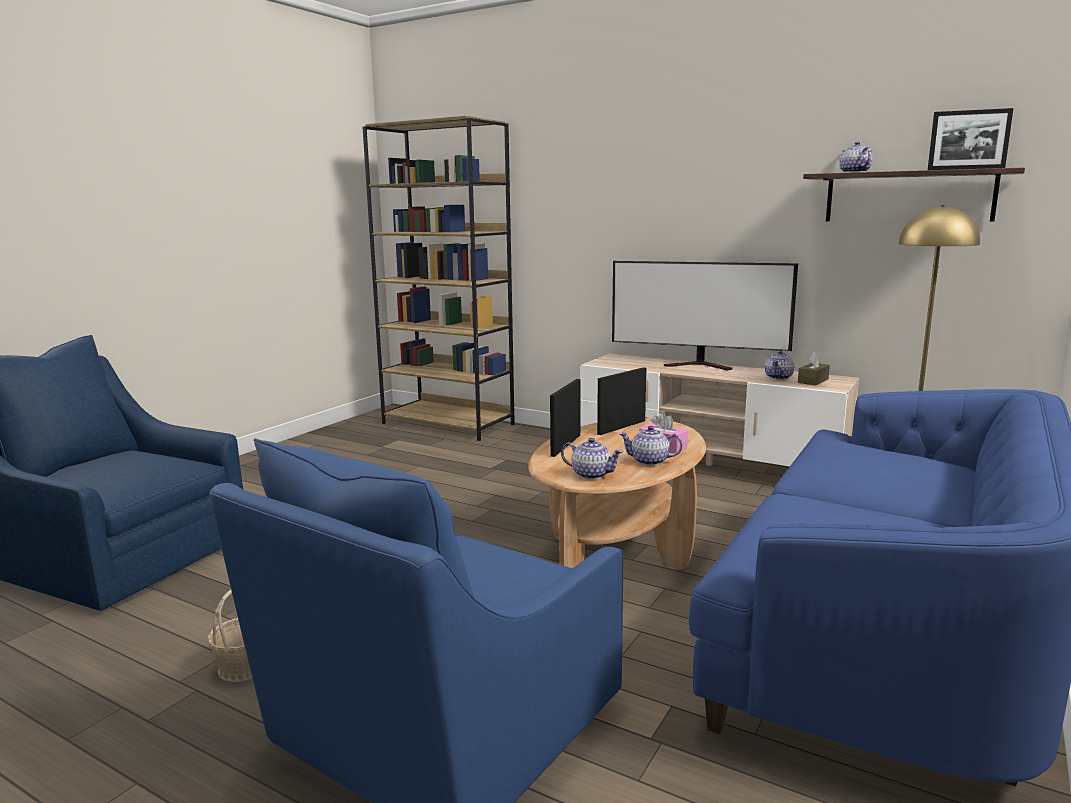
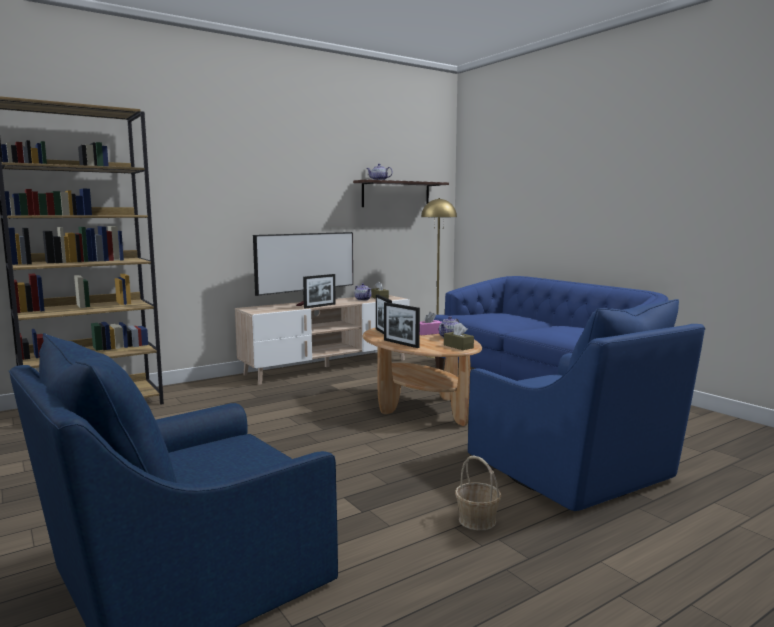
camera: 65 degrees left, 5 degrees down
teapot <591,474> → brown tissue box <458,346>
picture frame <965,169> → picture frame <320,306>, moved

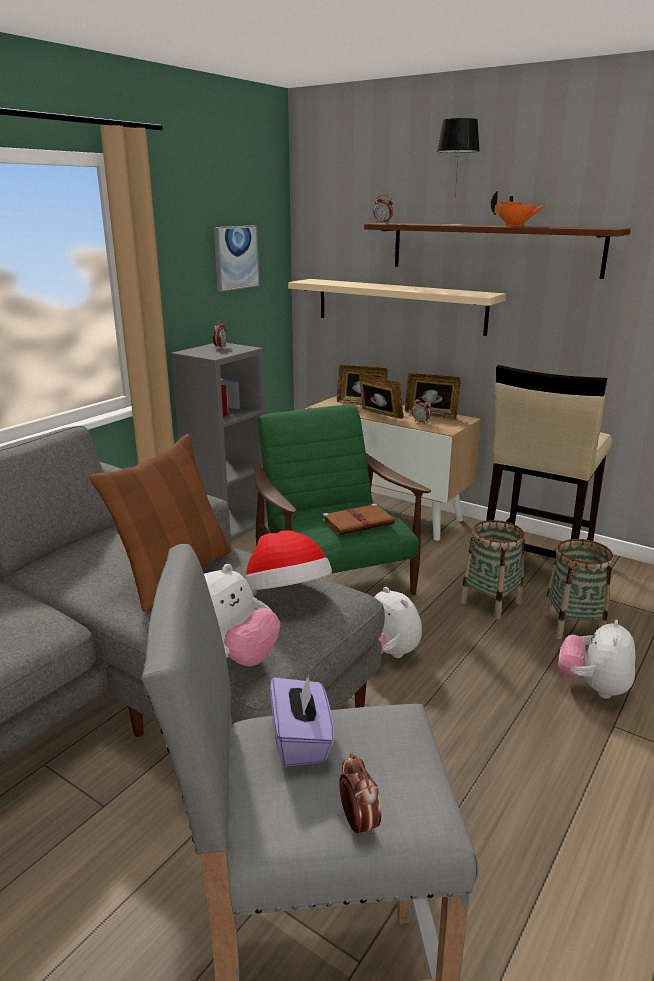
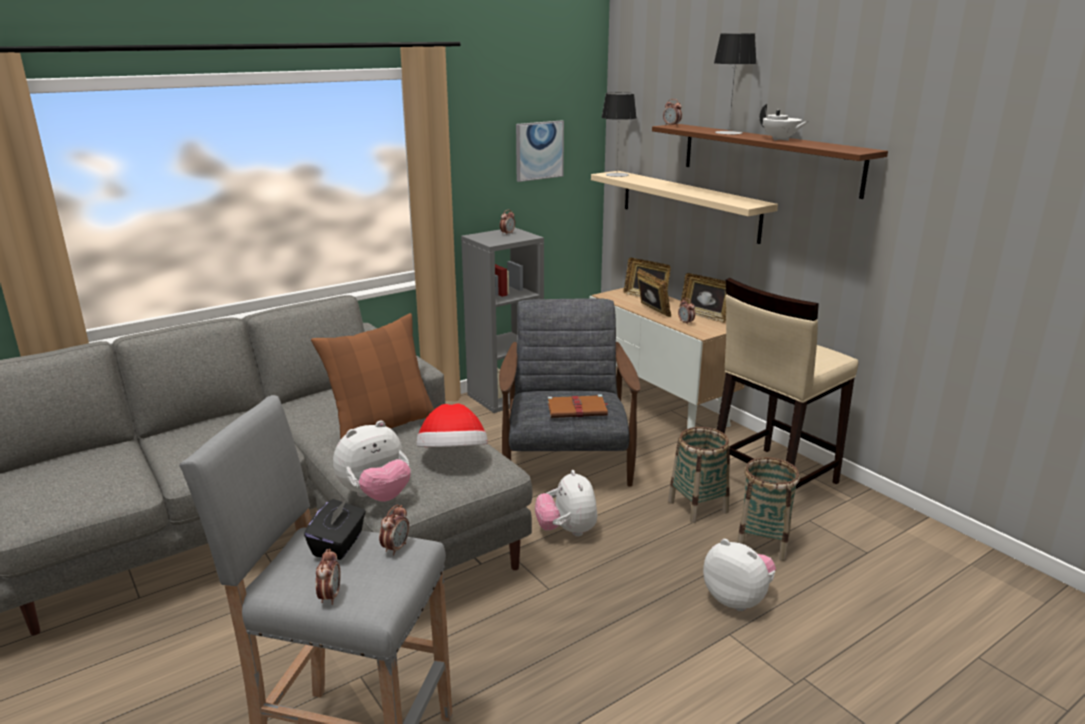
camera: 20 degrees right, 0 degrees up
green armchair <333,578> → grey armchair <566,458>
purple tissue box <301,740> → black tissue box <339,544>
orange teapot <514,226> → white teapot <780,139>
plush toy <593,687> → plush toy <737,599>, 90 degrees clockwise
- → alarm clock <396,548>
- → table lamp <616,175>

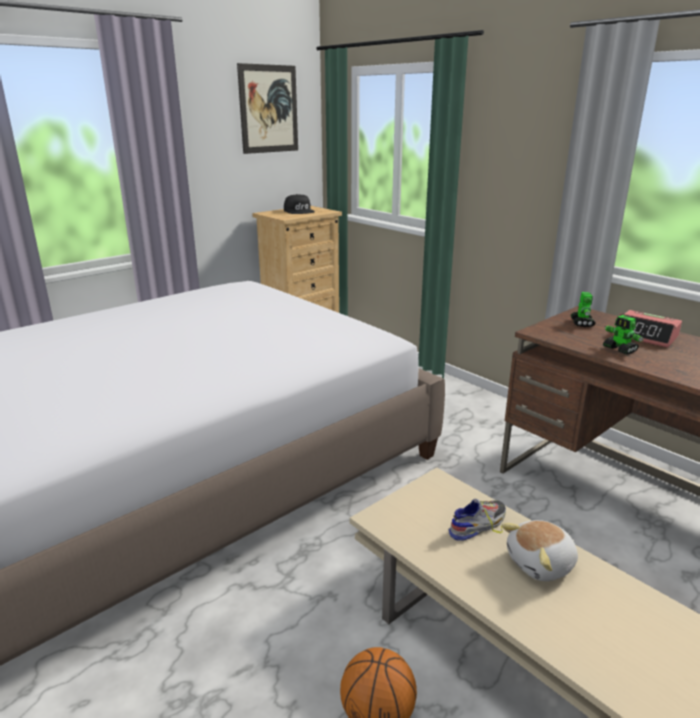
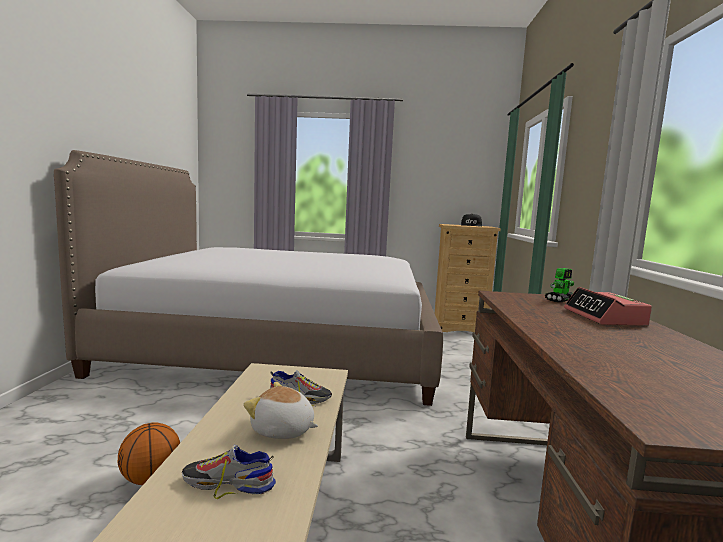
camera: 45 degrees right, 15 degrees down
picture <269,109> → -
toy robot <620,349> → -
- → shoe <228,483>

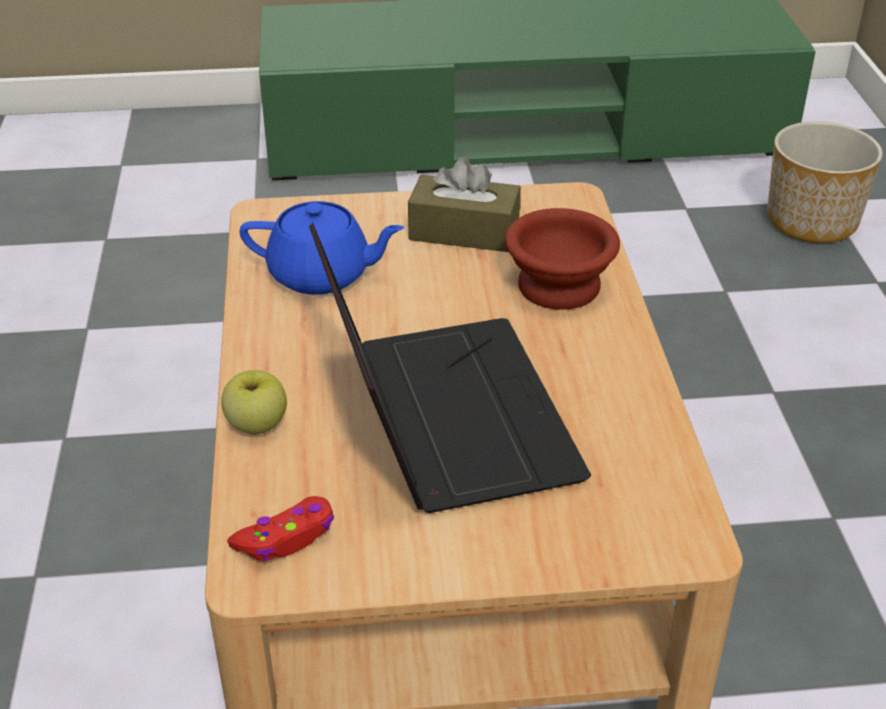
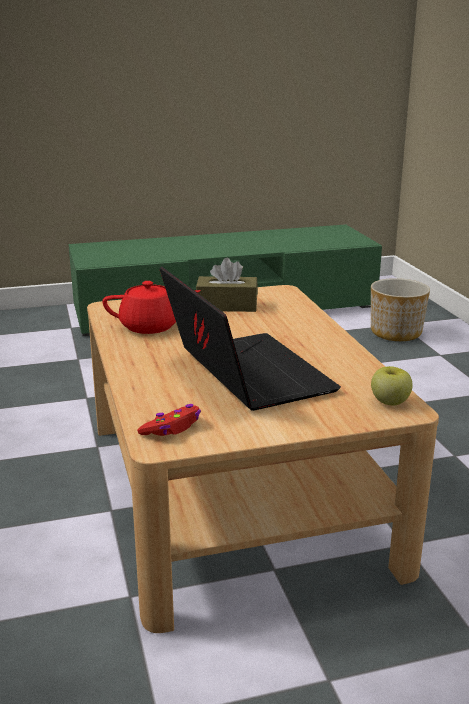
camera: 10 degrees left, 15 degrees down
apple <256,424> → apple <389,402>, moved
blue teapot <321,275> → red teapot <151,327>
brown bowl <557,288> → -

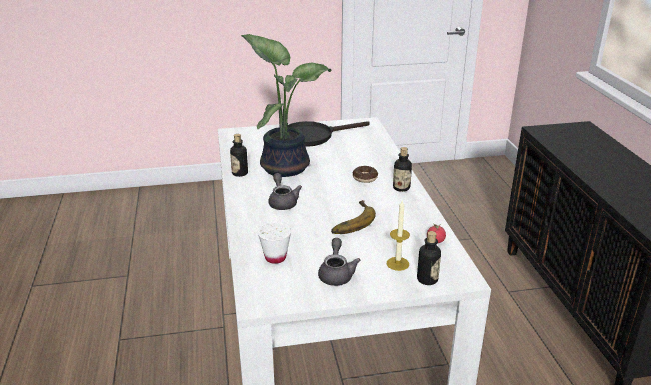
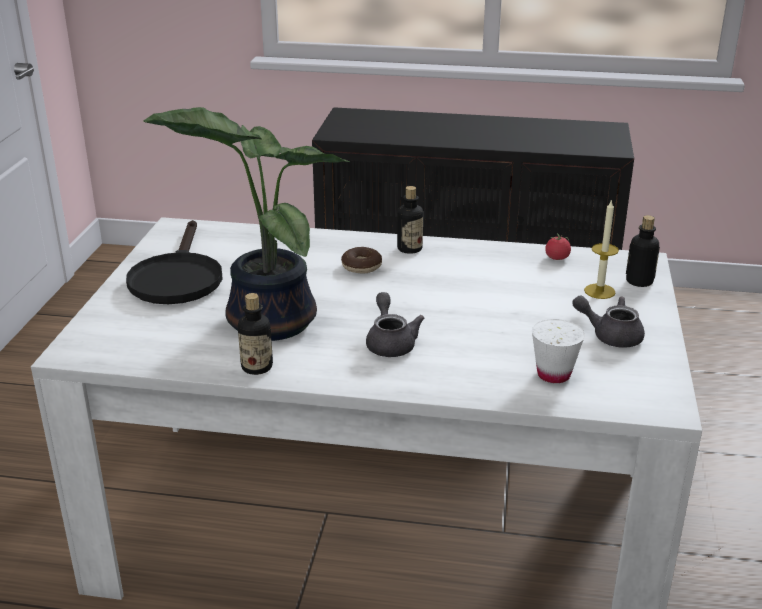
camera: 70 degrees left, 0 degrees up
grey teapot <282,202> → grey teapot <390,343>, 75 degrees clockwise
banana <350,221> → -

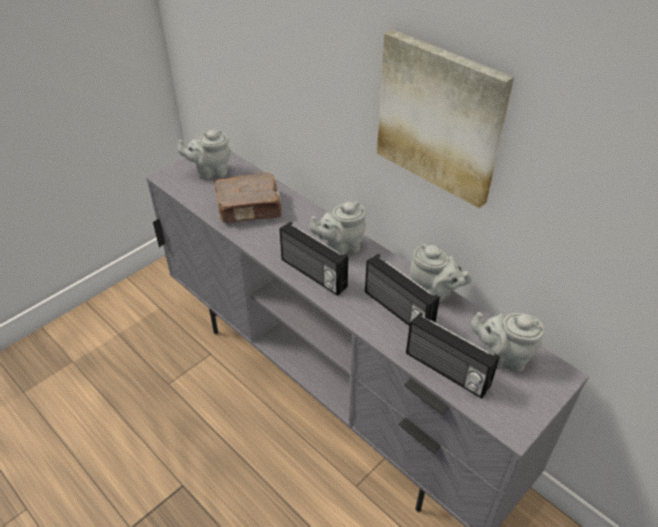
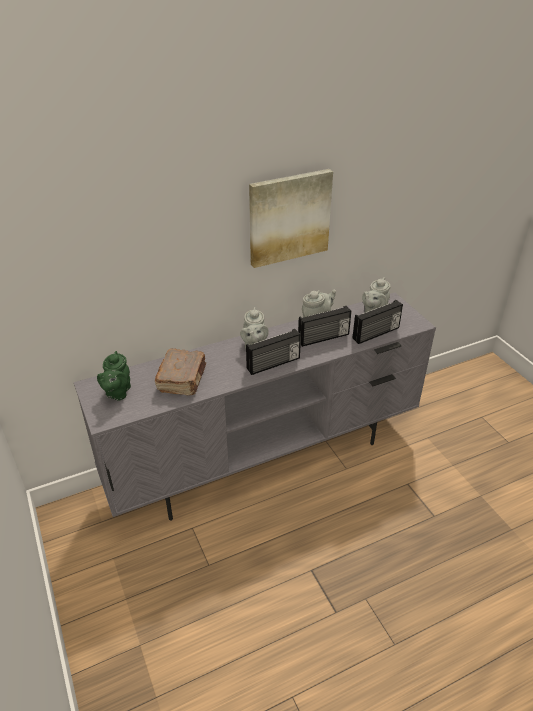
camera: 70 degrees left, 5 degrees down
grey teapot <210,172> → green teapot <117,392>

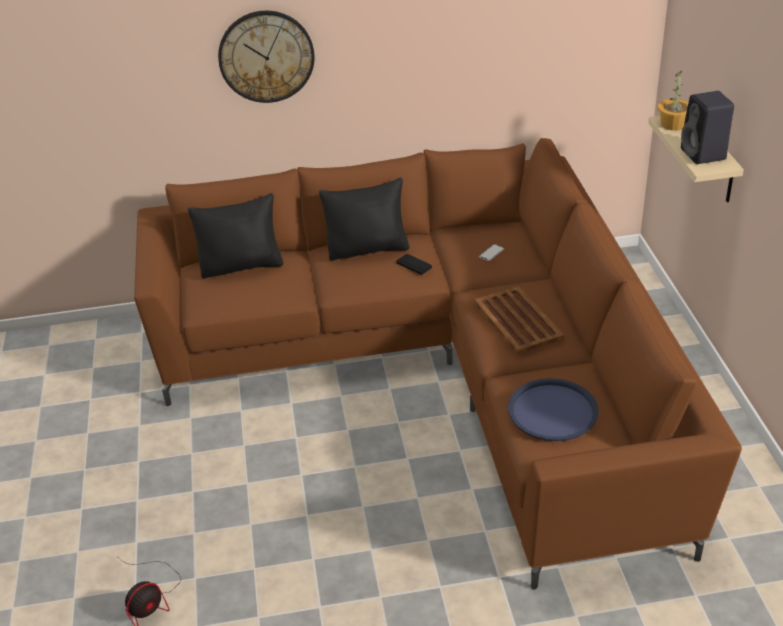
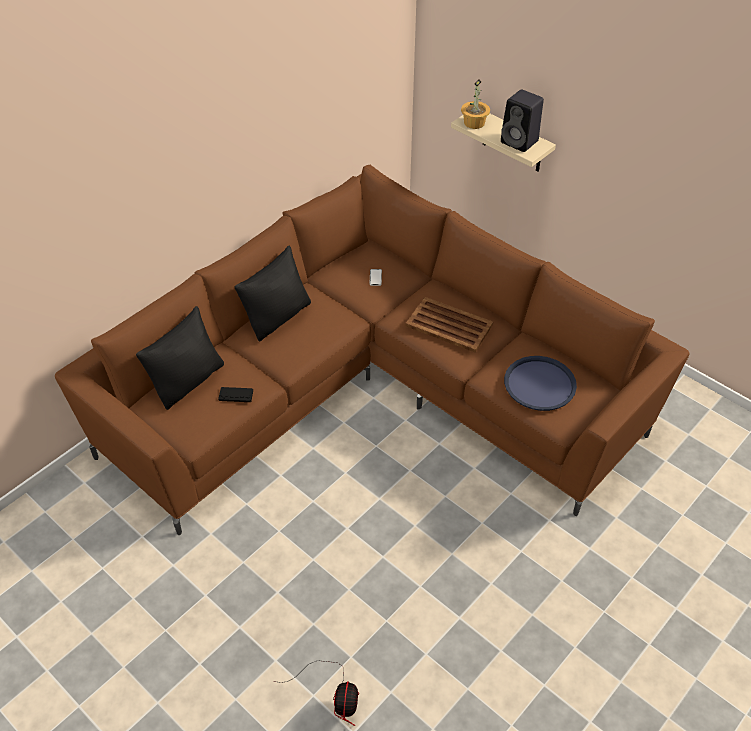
camera: 40 degrees left, 10 degrees up
wall clock <266,56> → -
black game controller <414,265> → black game controller <236,395>, moved

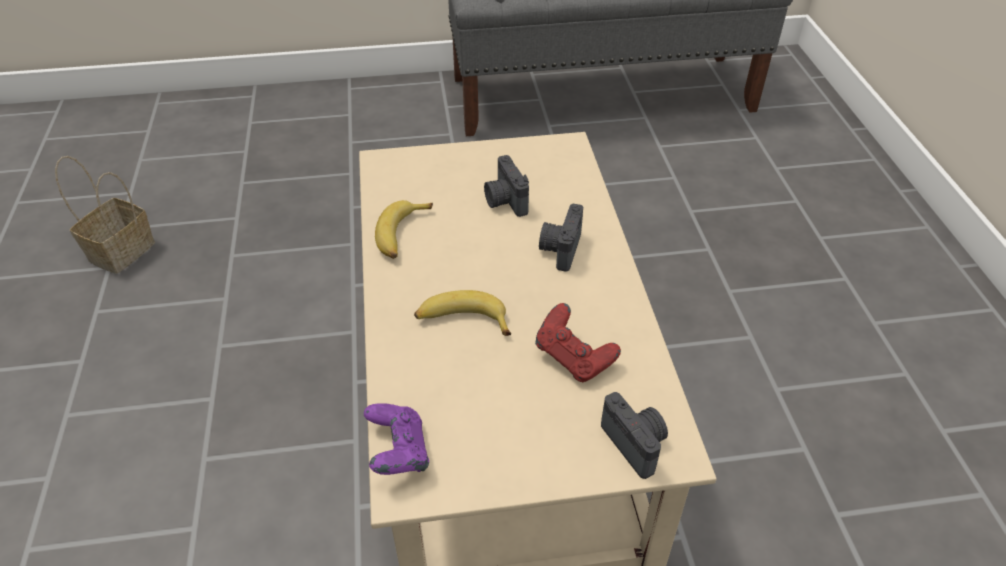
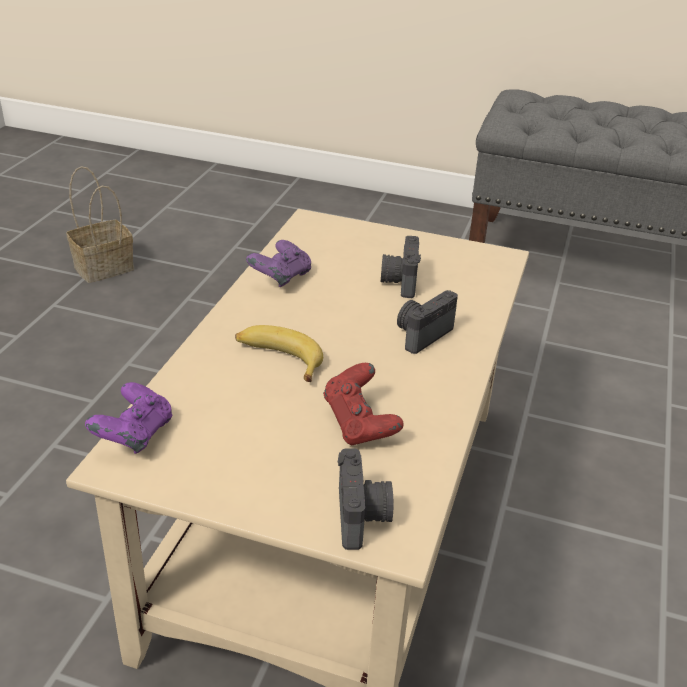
camera: 25 degrees right, 10 degrees down
banana <402,235> → purple game controller <280,278>

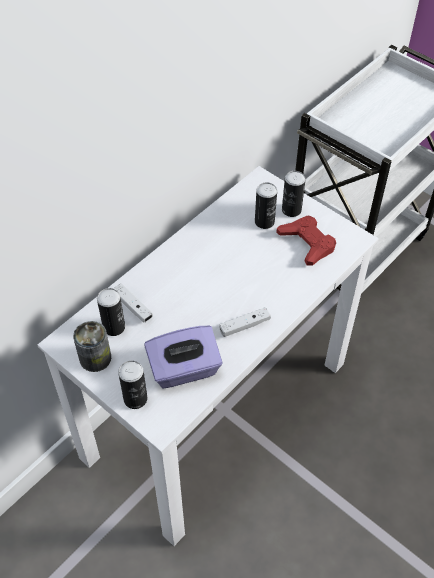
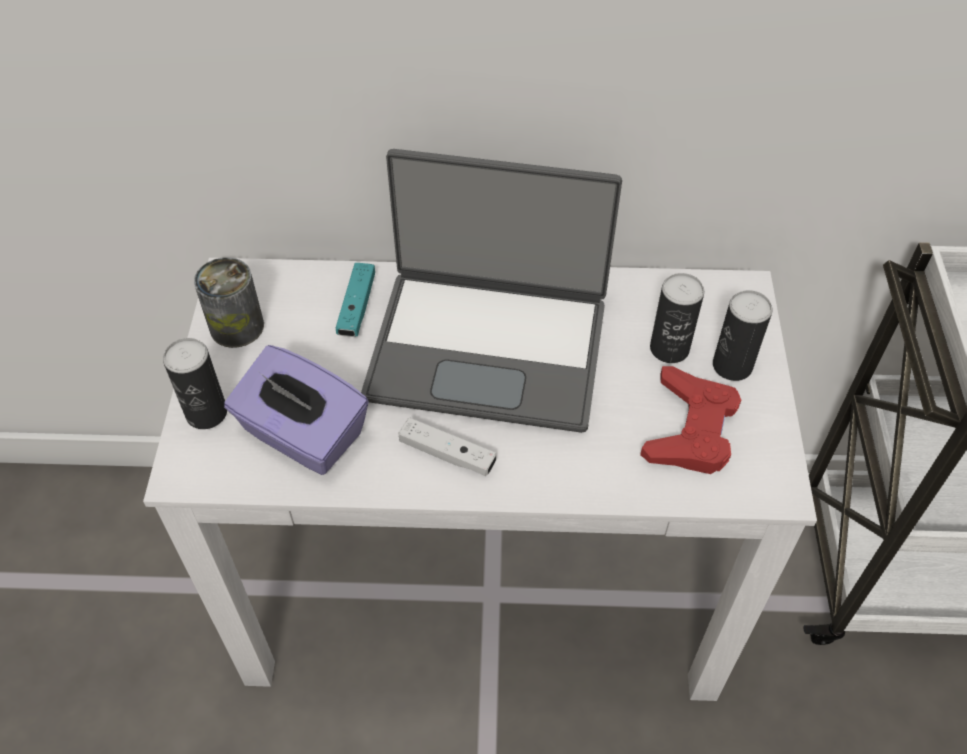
camera: 50 degrees right, 0 degrees up
can <114,327> → -
white game controller <133,307> → turquoise game controller <357,307>
- → laptop <489,348>

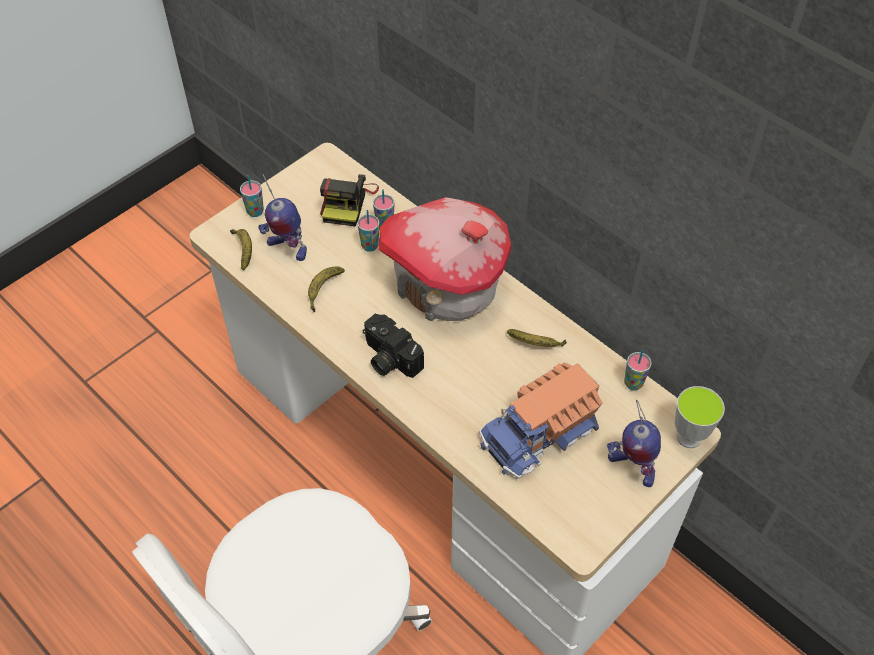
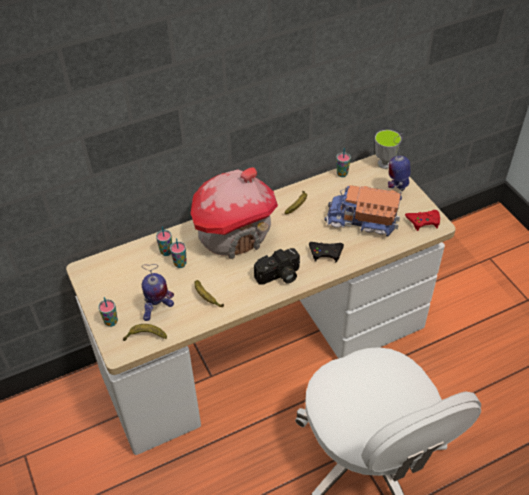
camera: 70 degrees left, 5 degrees down
photo camera <347,202> → -
toy truck <540,434> → toy truck <361,221>, 120 degrees clockwise
toy robot <631,468> → toy robot <396,191>, 135 degrees clockwise
- → black game controller <325,253>
- → red game controller <423,221>

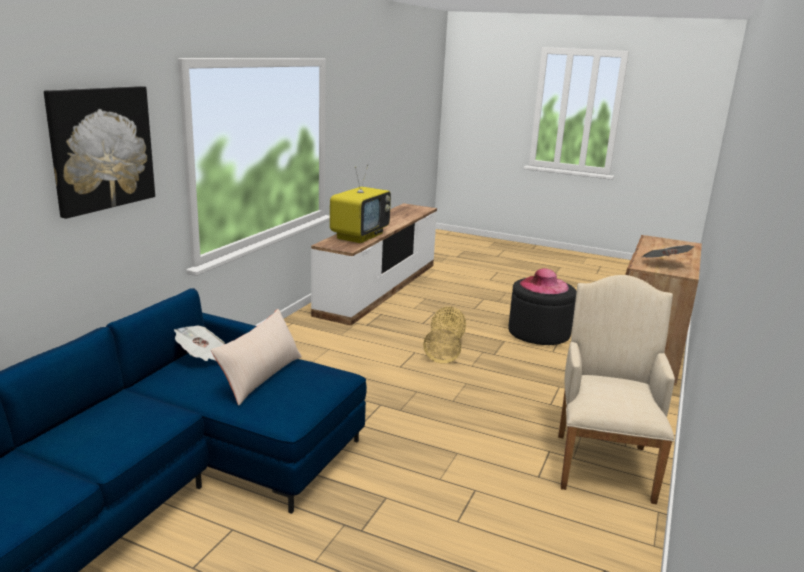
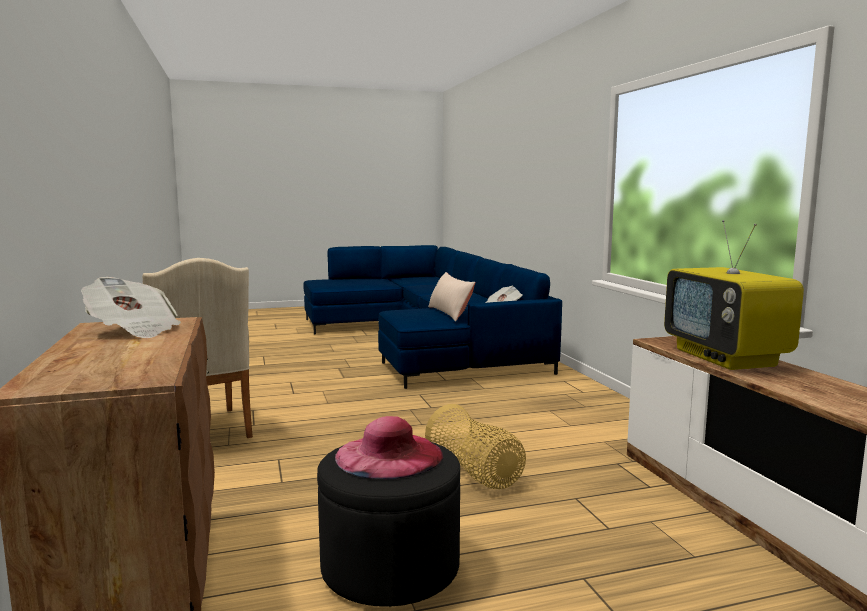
camera: 140 degrees right, 10 degrees down
picture <101,148> → -

